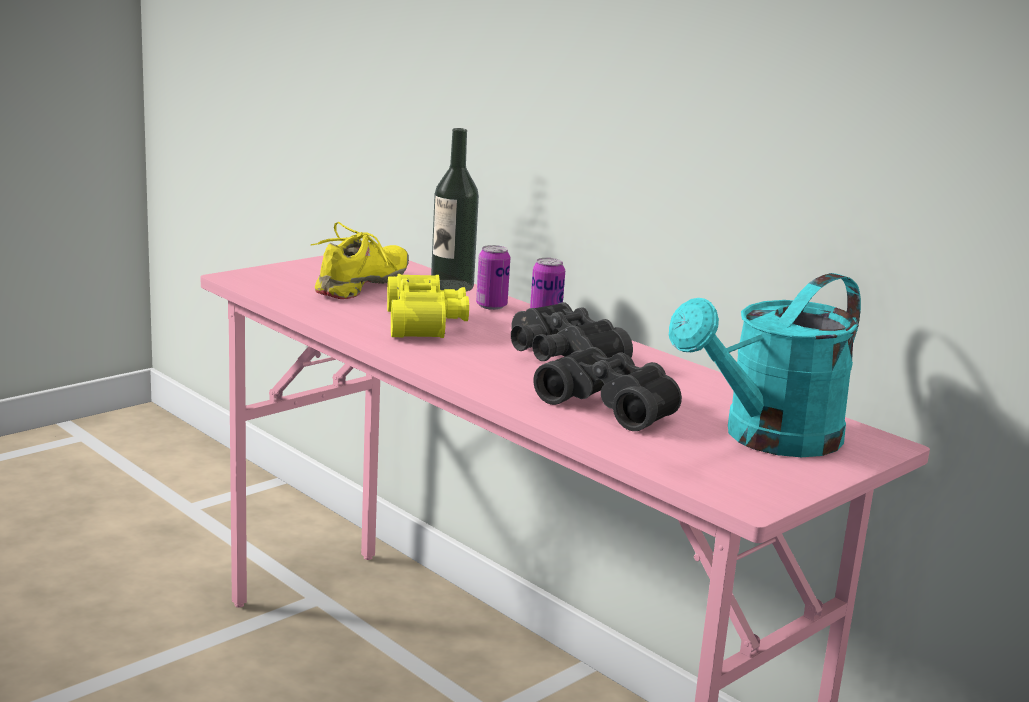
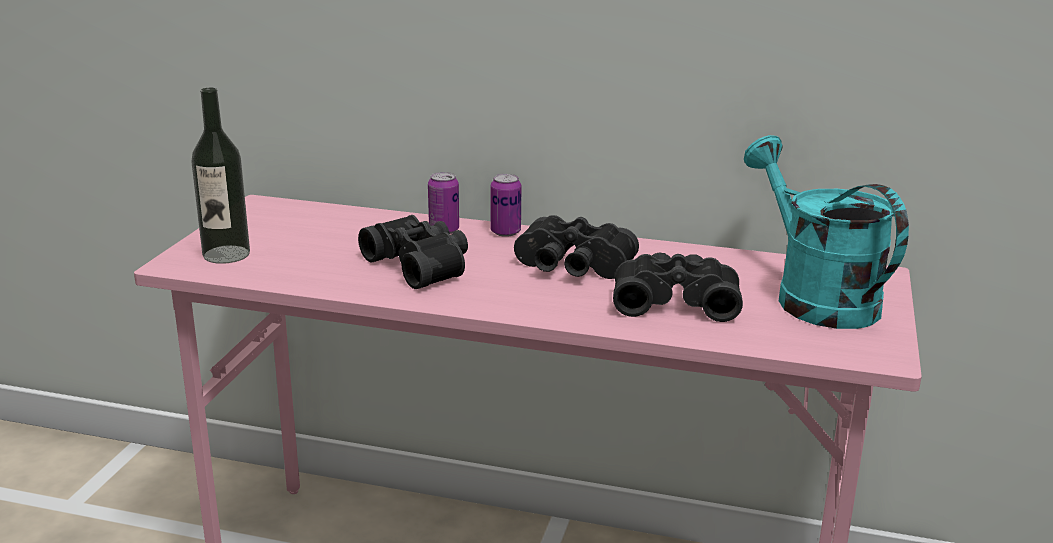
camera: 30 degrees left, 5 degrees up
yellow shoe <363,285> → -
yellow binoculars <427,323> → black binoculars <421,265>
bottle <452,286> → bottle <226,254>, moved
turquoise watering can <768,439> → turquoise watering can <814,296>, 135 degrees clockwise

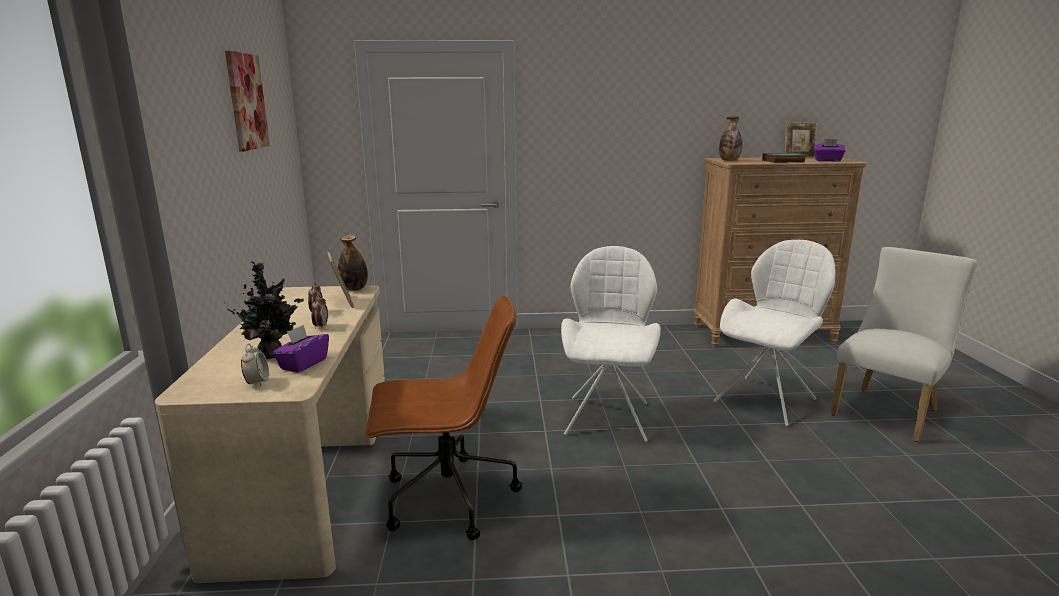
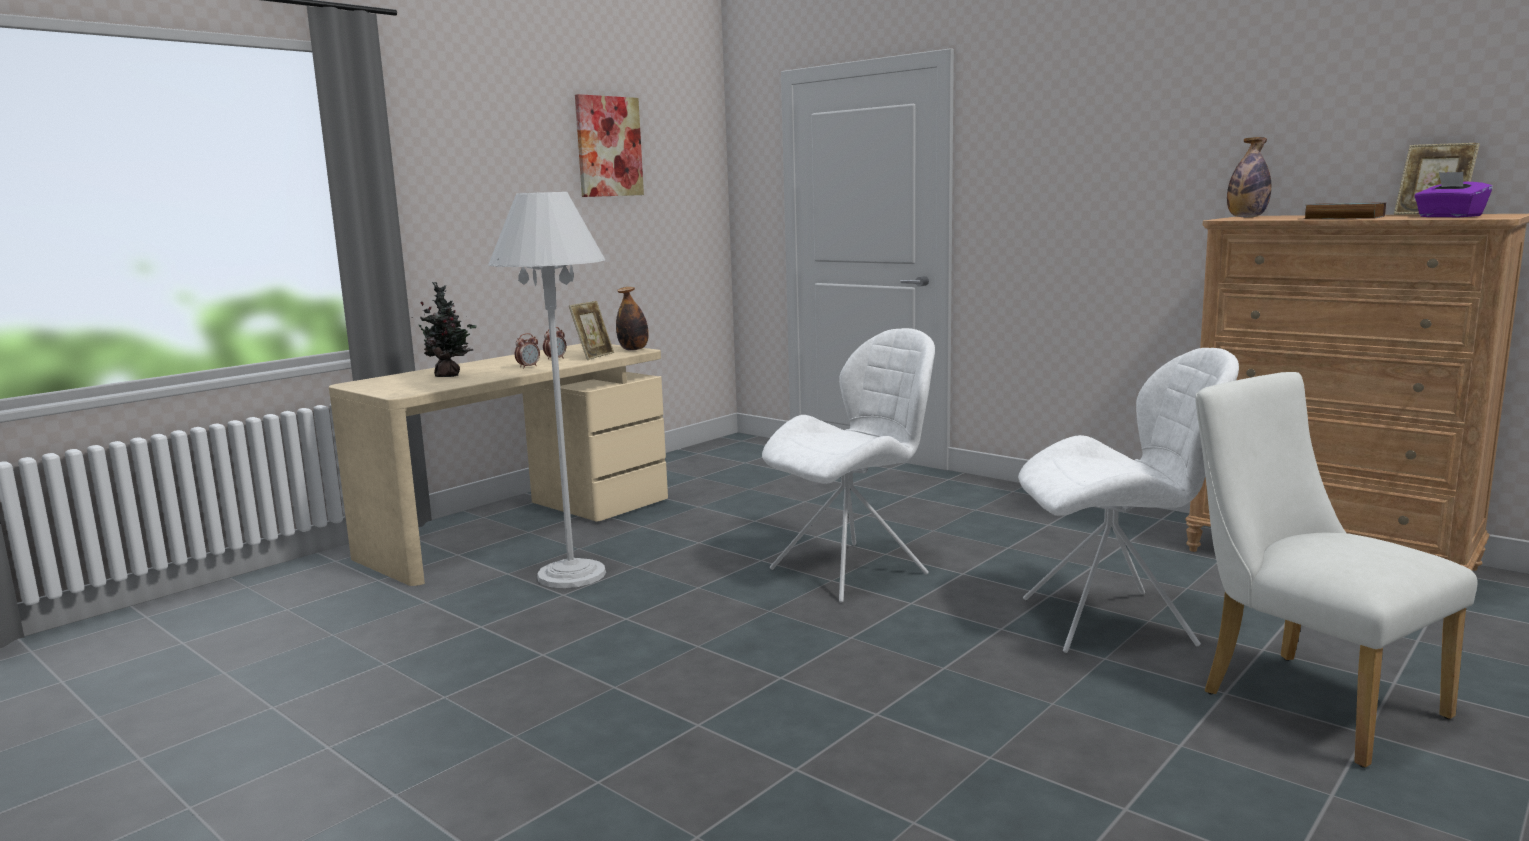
camera: 45 degrees right, 5 degrees down
alarm clock <257,382> → -
purple tissue box <303,364> → -
brown office chair <446,499> → white floor lamp <571,575>
white chair <888,410> → white chair <1306,699>, 120 degrees counterclockwise

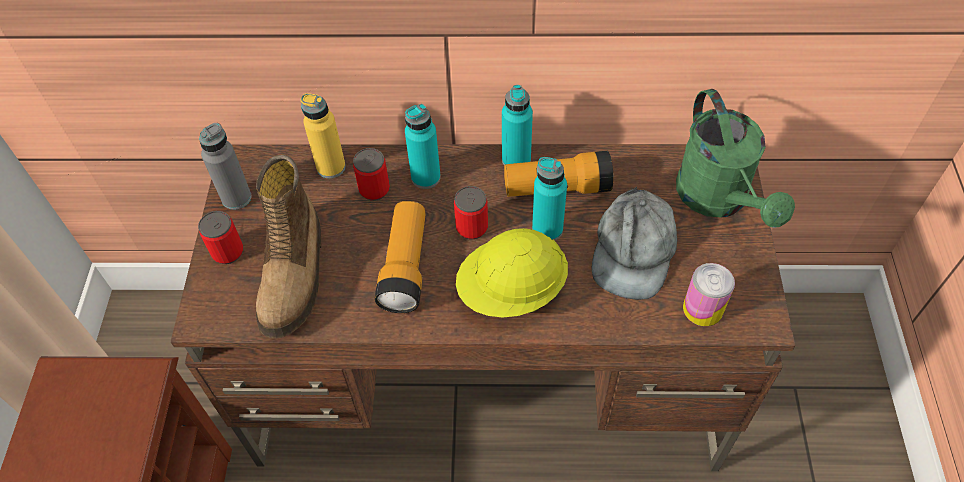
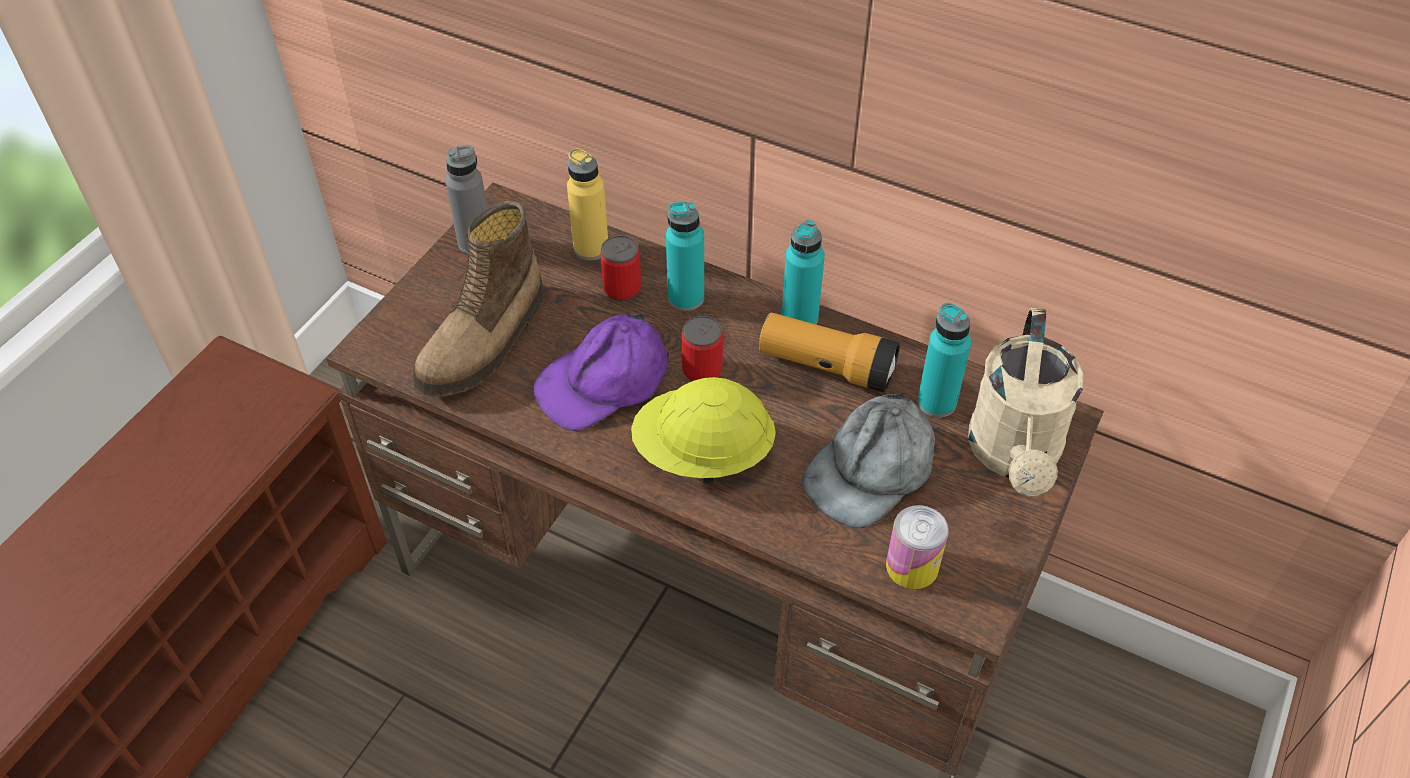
camera: 25 degrees right, 5 degrees down
can <228,252> → -
flashlight <405,267> → purple cap <604,382>
turquoise bottle <547,229> → turquoise bottle <936,402>, moved
green watering can <719,200> → beige watering can <1015,456>

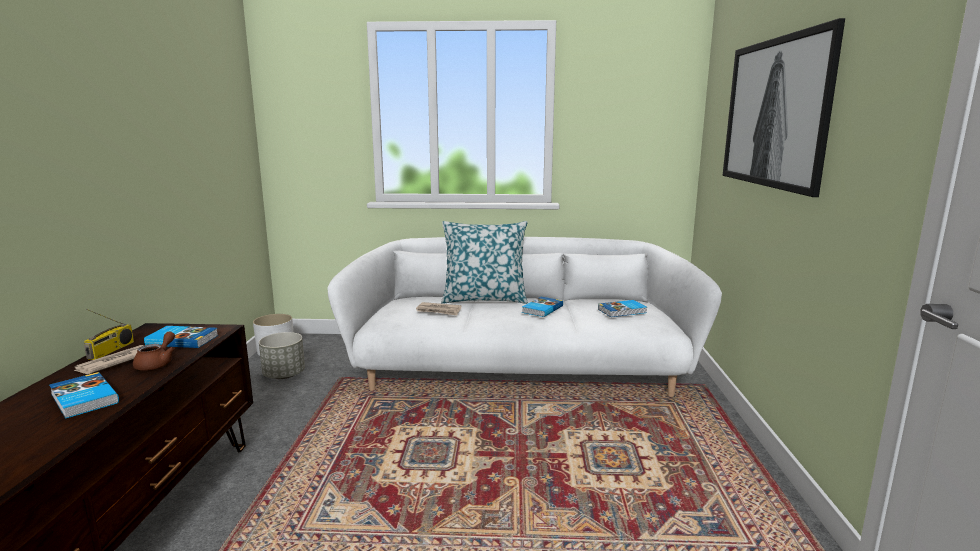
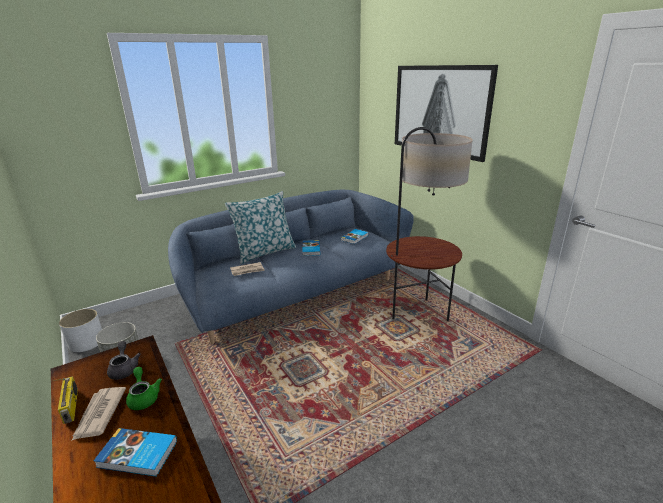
camera: 35 degrees left, 10 degrees up
brown teapot <157,363> → green teapot <144,397>
book <182,340> → grey teapot <124,369>
white sofa <519,372> → blue sofa <294,294>
- → floor lamp <418,314>

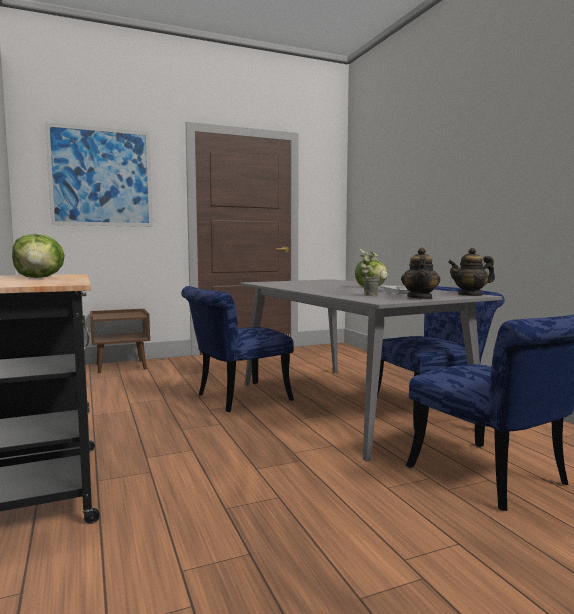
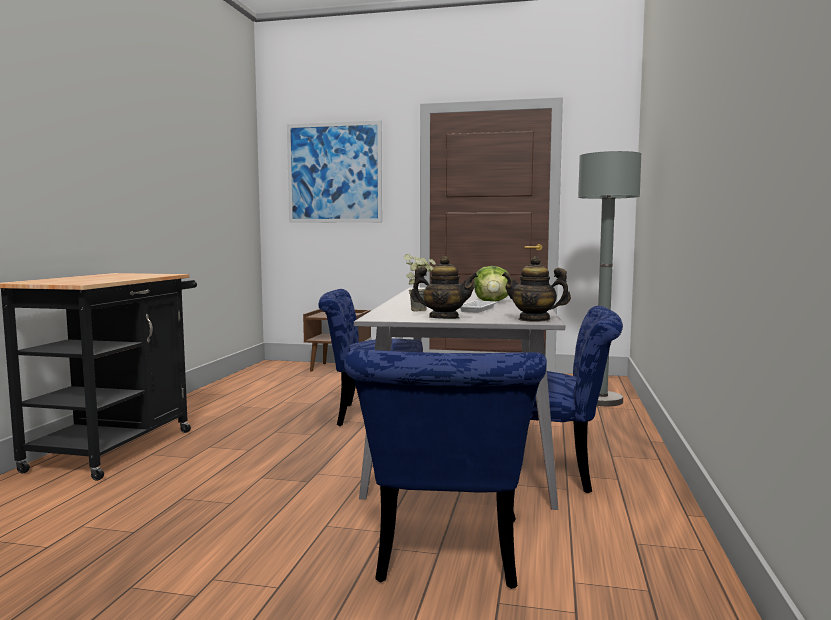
camera: 35 degrees right, 0 degrees up
lettuce <39,278> → -
teapot <420,298> → teapot <444,318>, 120 degrees counterclockwise
- → grey floor lamp <601,400>

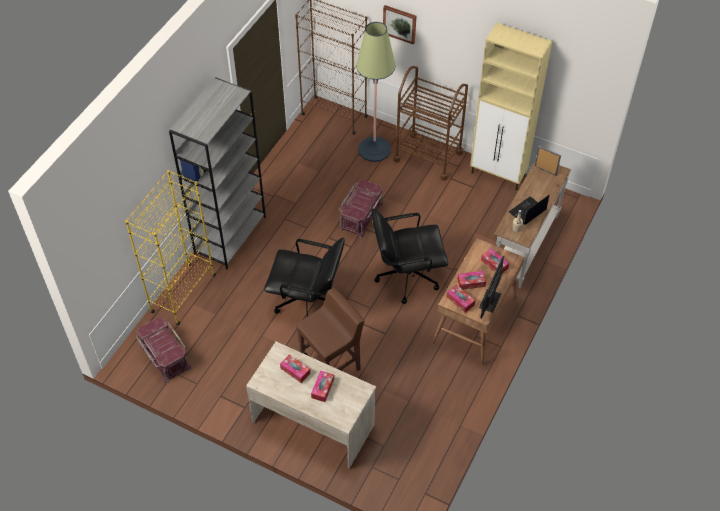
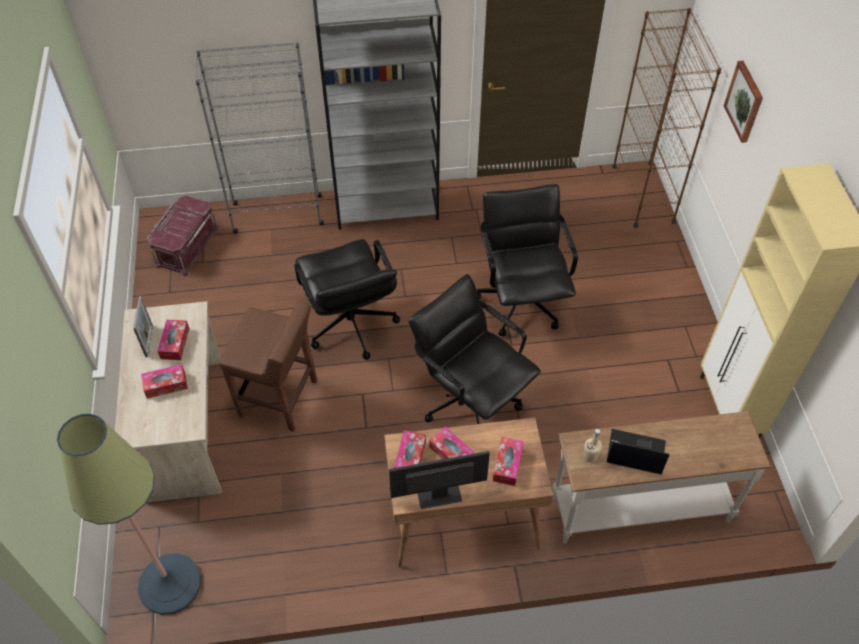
camera: 55 degrees right, 0 degrees up
yellow bookcase <183,294> → grey bookcase <277,214>
red storage box <360,215> → black office chair <521,302>
floor lamp <374,149> → floor lamp <170,584>, moved
brown cart <428,156> → -
picture frame <545,170> → picture frame <149,341>, moved

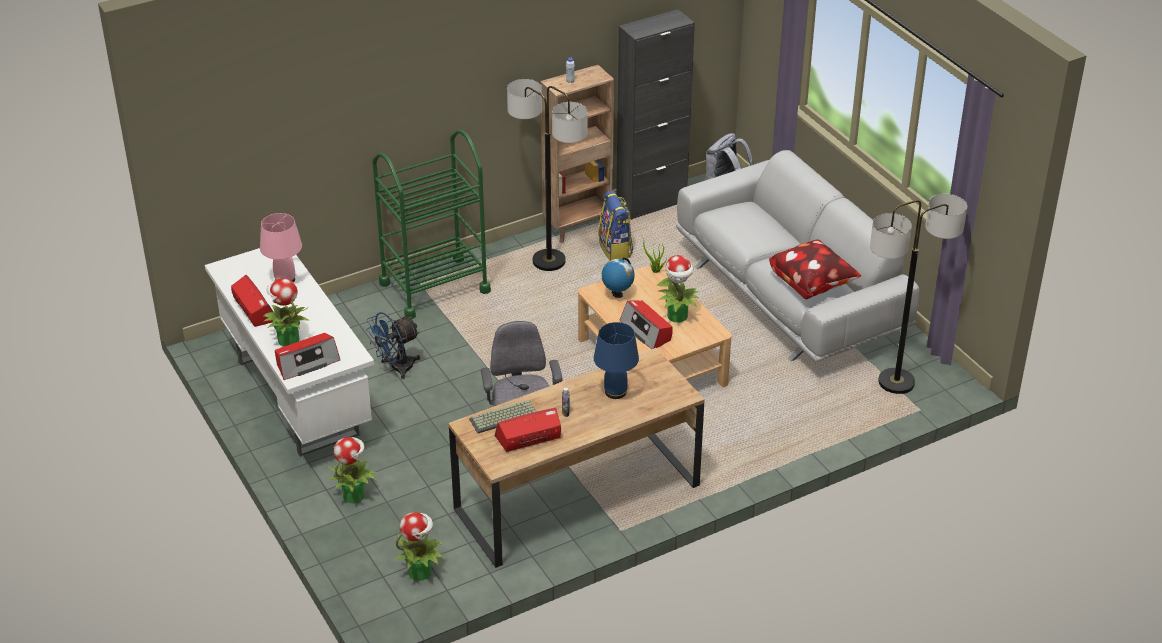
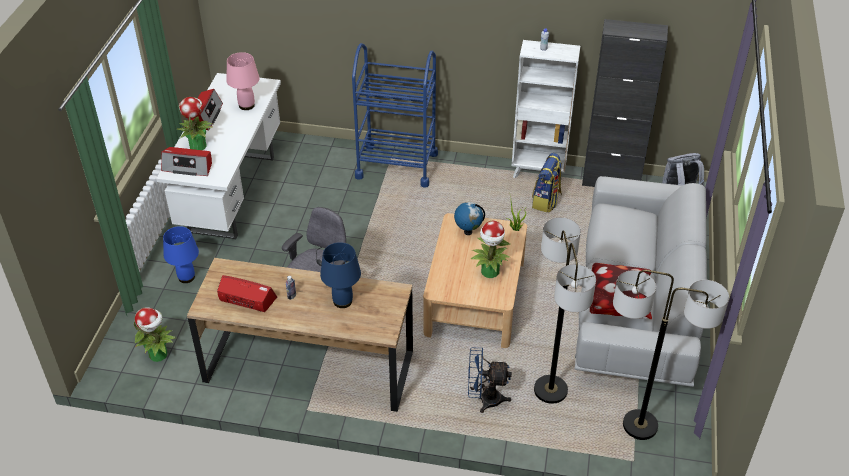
camera: 40 degrees right, 5 degrees up
potted plant <354,495> → blue table lamp <186,277>
blue fan <396,368> → blue fan <484,399>, moved
green cart <434,287> → blue cart <396,165>
keyboard <503,418> → -
floor lamp <549,261> → floor lamp <550,390>, moved
brown bookcase <578,227> → white bookcase <538,172>
radio <646,331> → -

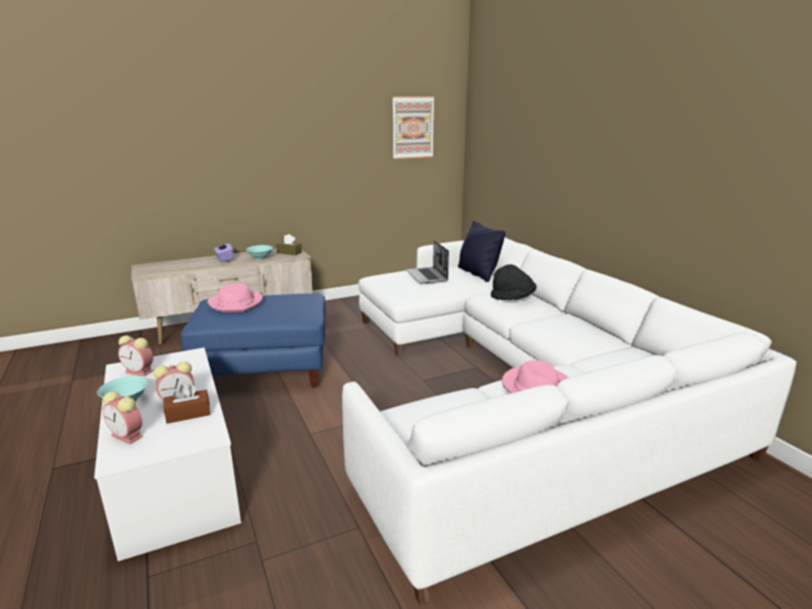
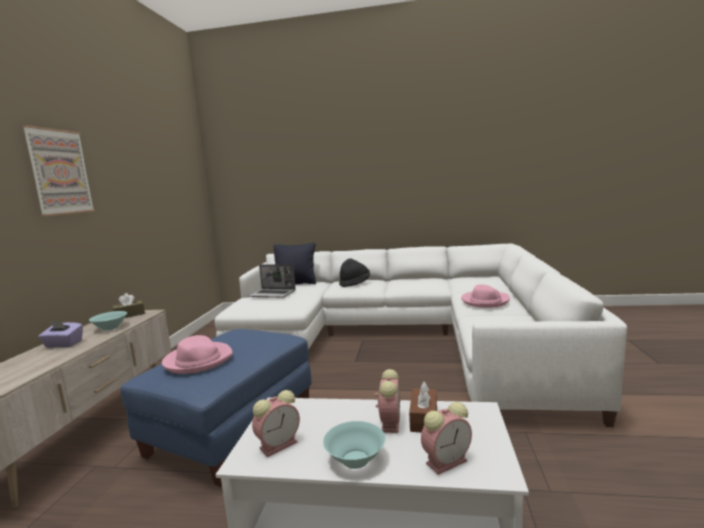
camera: 55 degrees left, 10 degrees down
picture <412,127> → picture <59,172>, moved

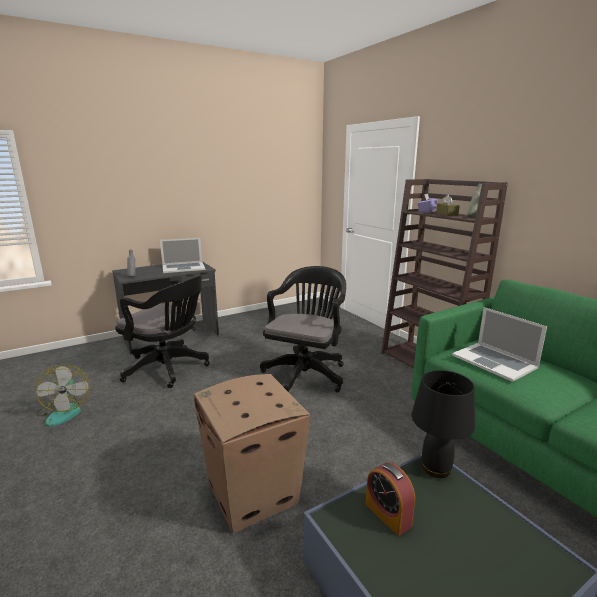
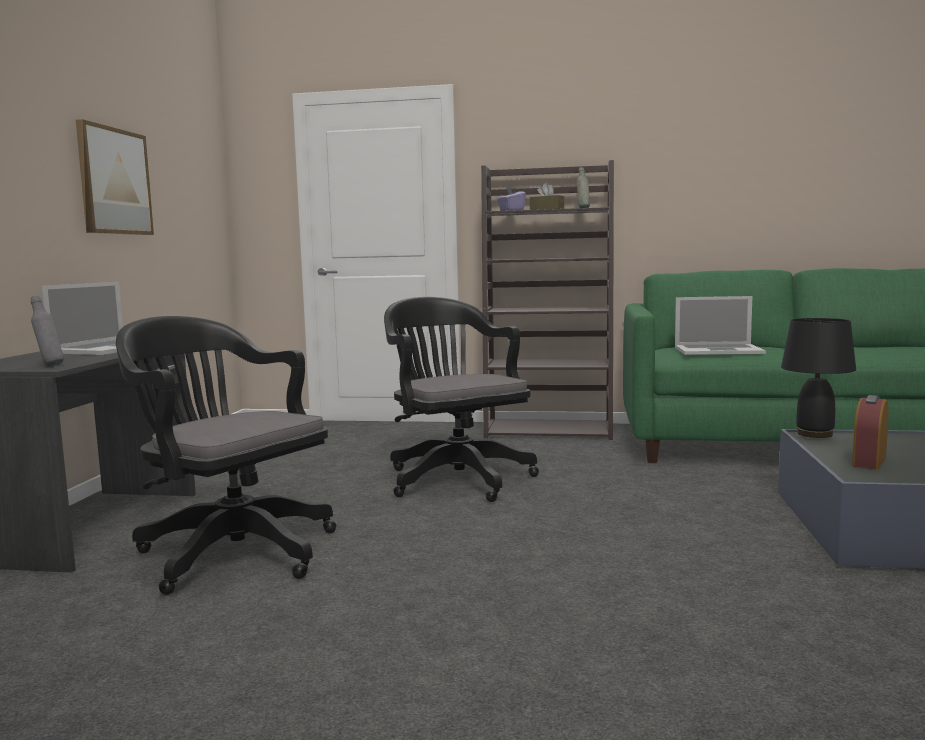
camera: 50 degrees left, 10 degrees down
fan <65,411> → -
black office chair <169,369> → black office chair <231,551>, 120 degrees counterclockwise
cardboard box <253,493> → -
alarm clock <388,514> → alarm clock <869,461>, 120 degrees clockwise
- → picture <114,181>

